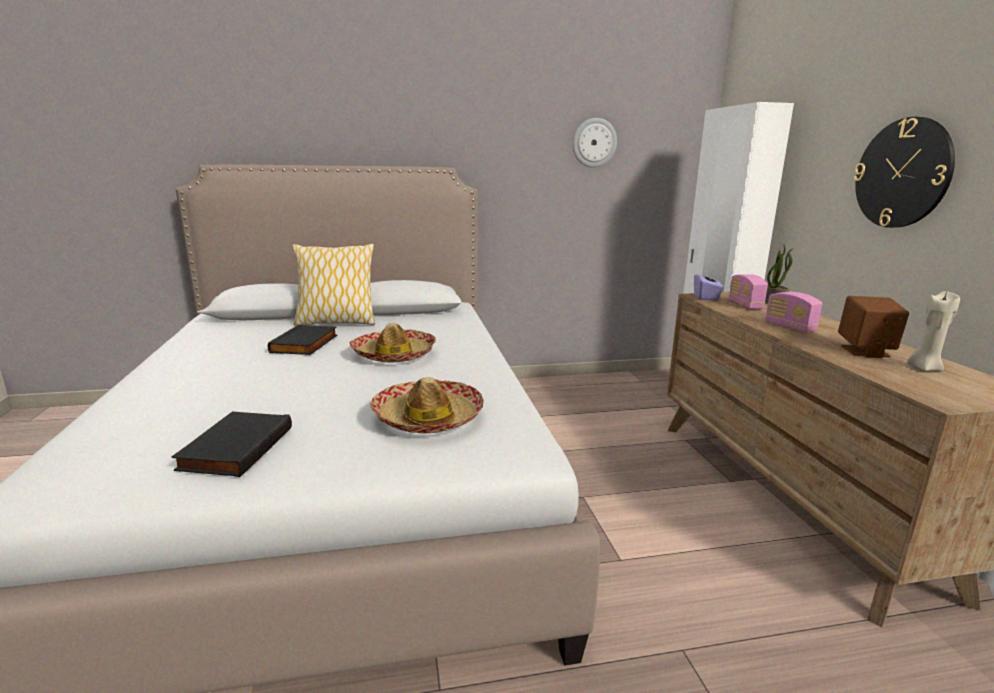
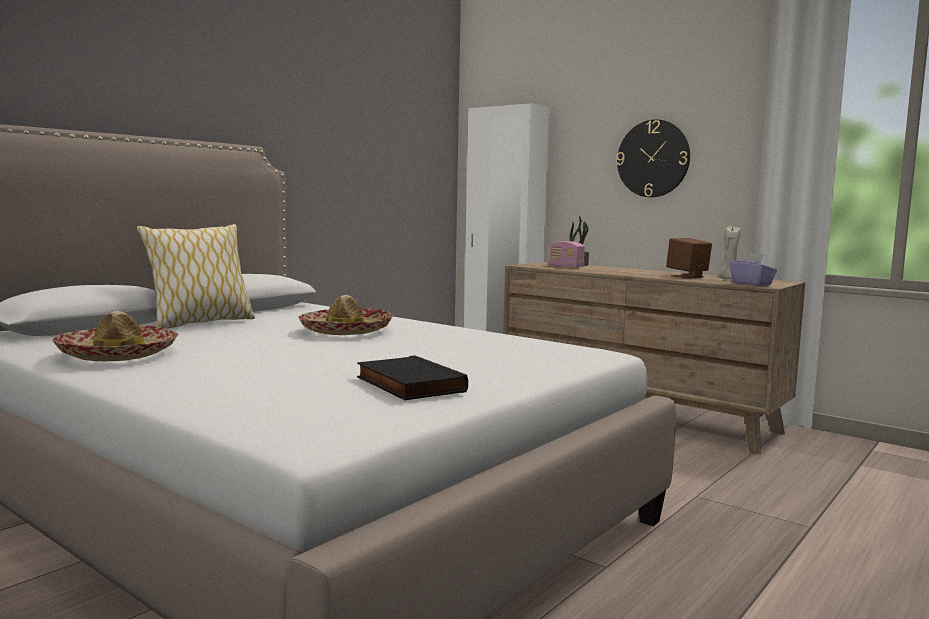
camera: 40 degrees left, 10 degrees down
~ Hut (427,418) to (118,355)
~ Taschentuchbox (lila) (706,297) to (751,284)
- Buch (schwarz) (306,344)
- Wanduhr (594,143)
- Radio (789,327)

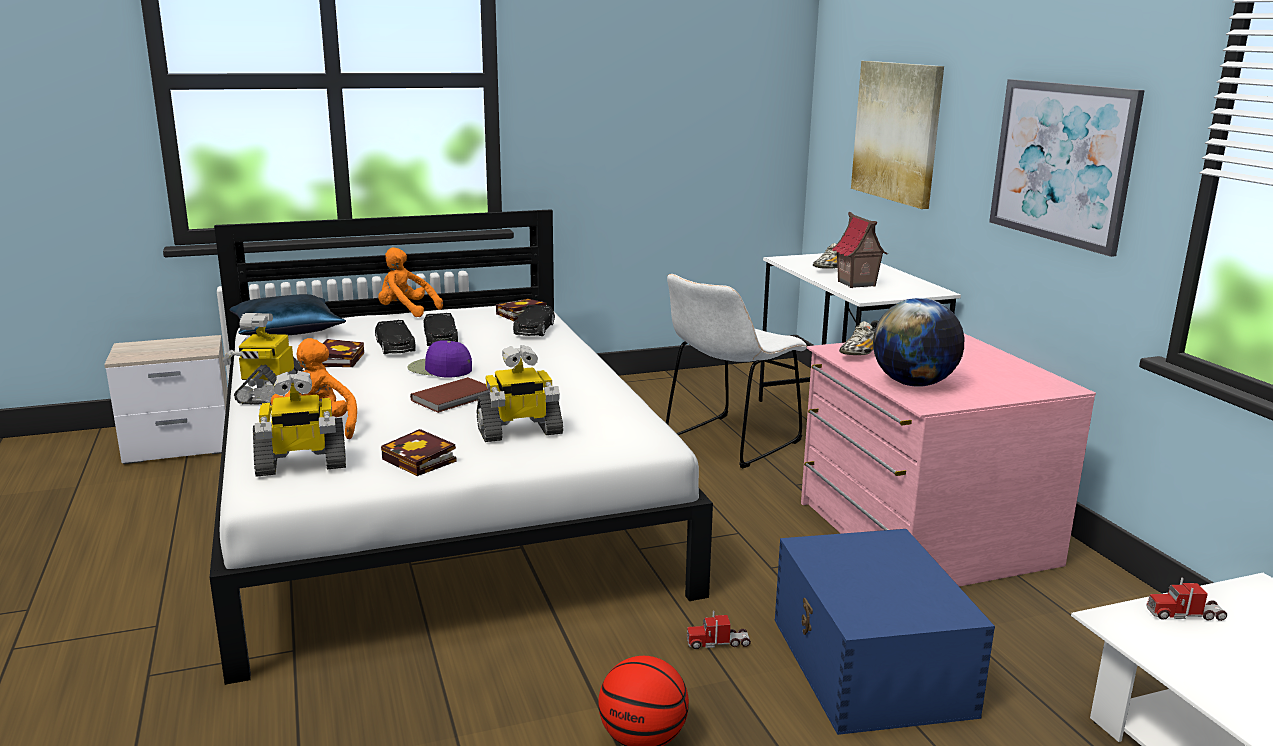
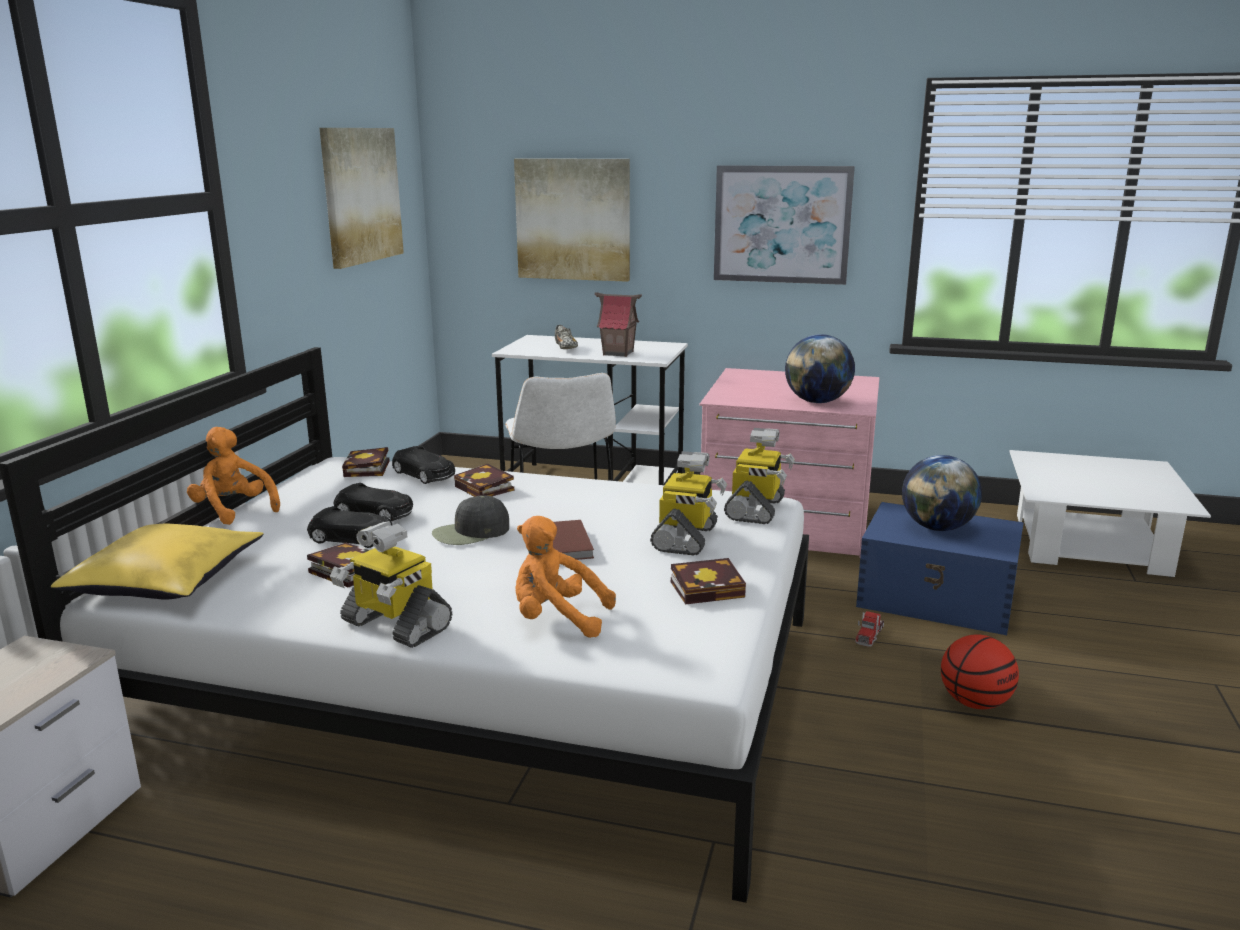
camera: 55 degrees left, 0 degrees up
~ Kissen (blau) (287,330) to Kissen (gelb) (166,580)
~ Plüschtier (orange) (406,311) = (233,510) 75 degrees clockwise
+ Bild (361,195)
~ Kappe (lila) (439,369) to Kappe (schwarz) (470,532)
+ Buch (486,489)
~ Spielzeugroboter (301,465) to (756,509)
+ Globus (937,528)
- Schuh (862,353)
- Spielzeuglaster (1185,614)

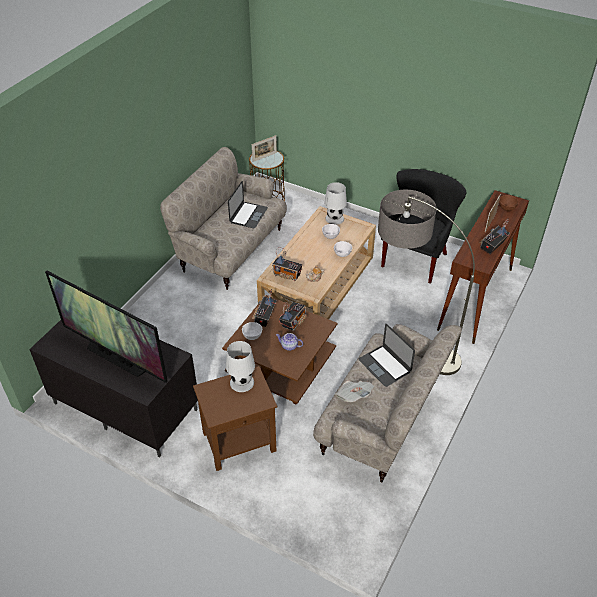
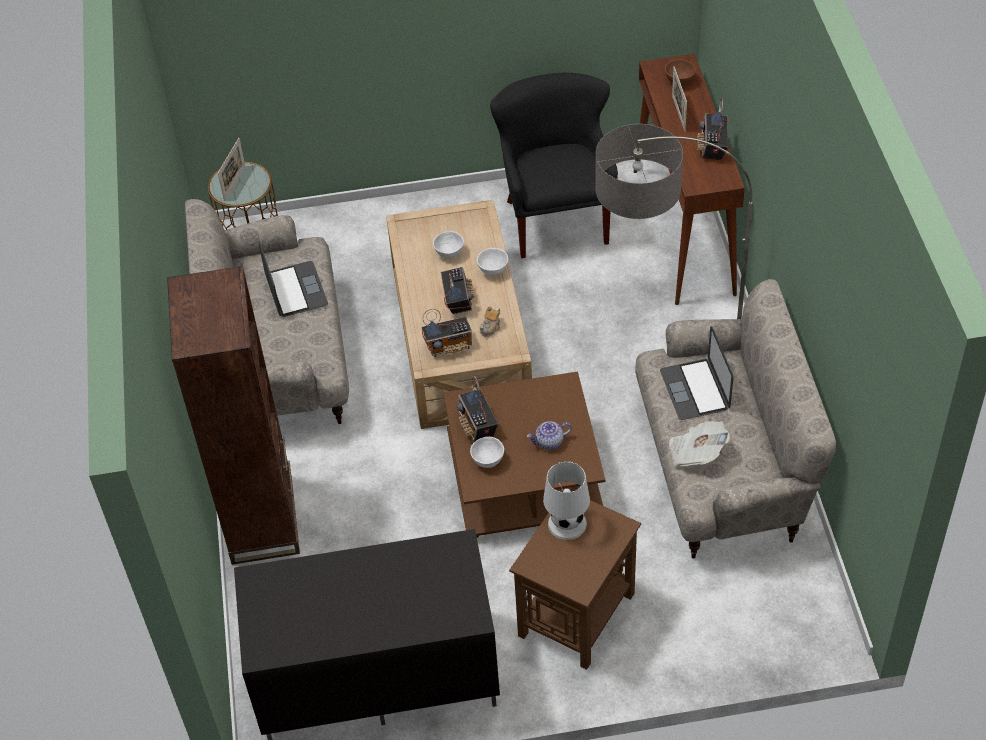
camera: 35 degrees left, 5 degrees up
+ Bücherregal (braun) (262,519)
~ Radio (293,322) to (458,300)
~ Laptop (384,365) = (695,389) 60 degrees clockwise
- Fernseher (116,358)
- Tischlampe (weiß) (335,218)

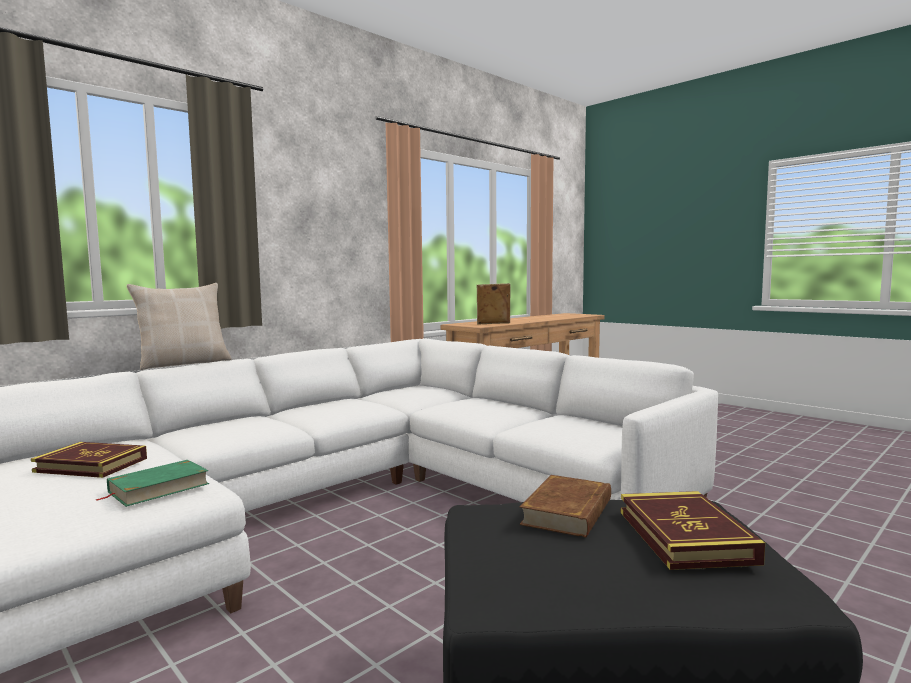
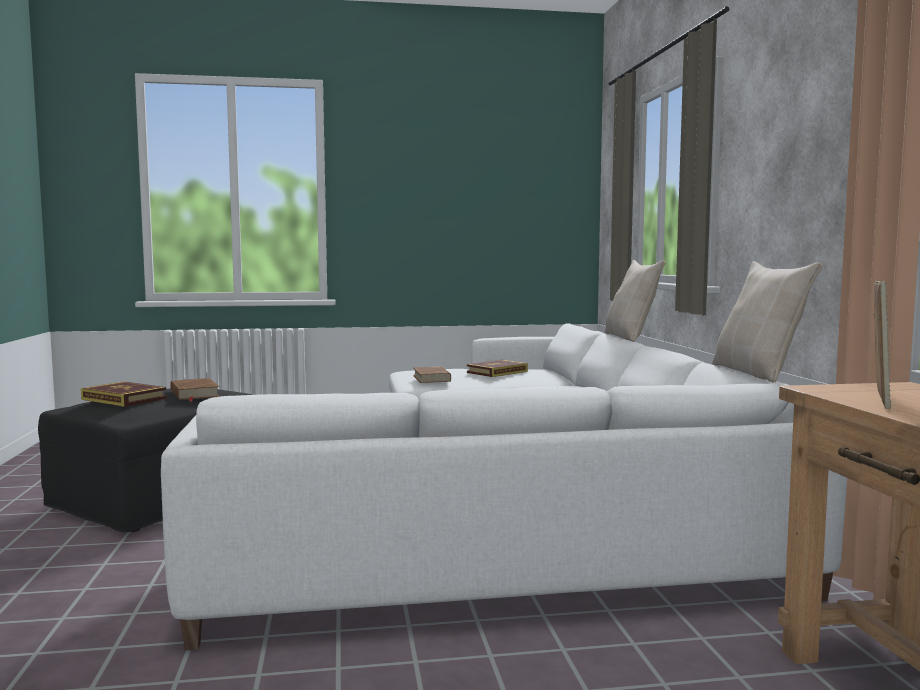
camera: 125 degrees right, 0 degrees up
~ Buch (grün) (158,488) to Buch (braun) (432,378)
+ Kissen (beige) (759,373)

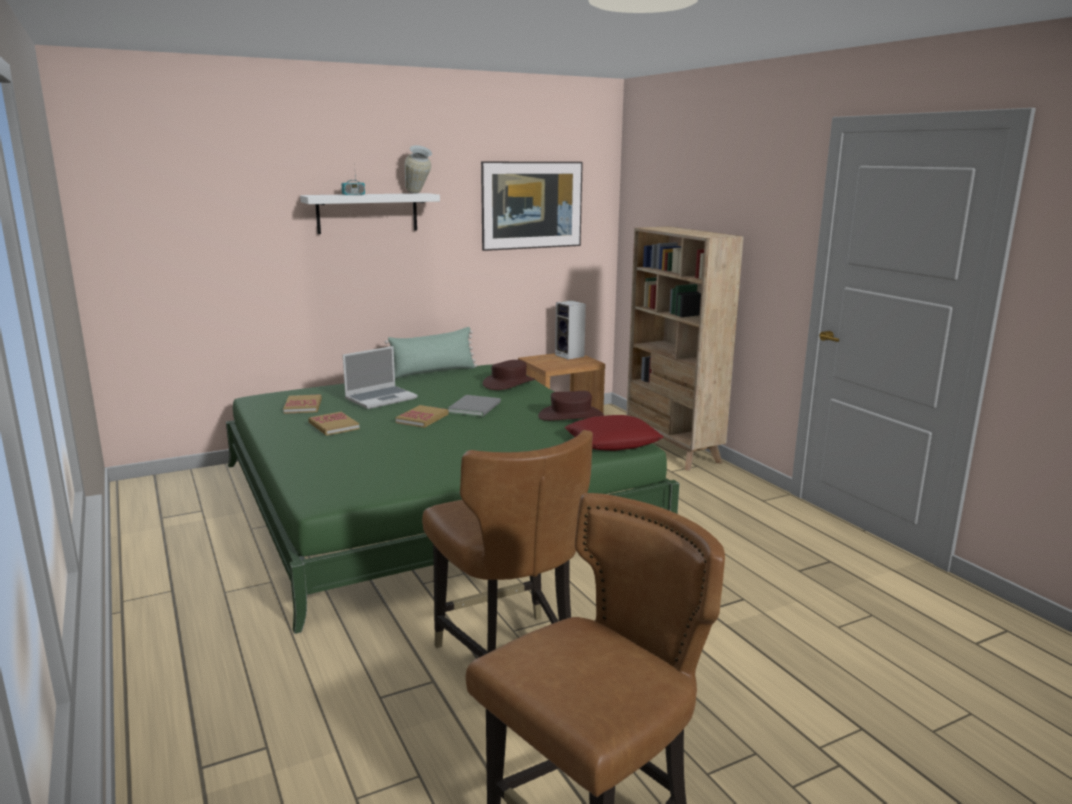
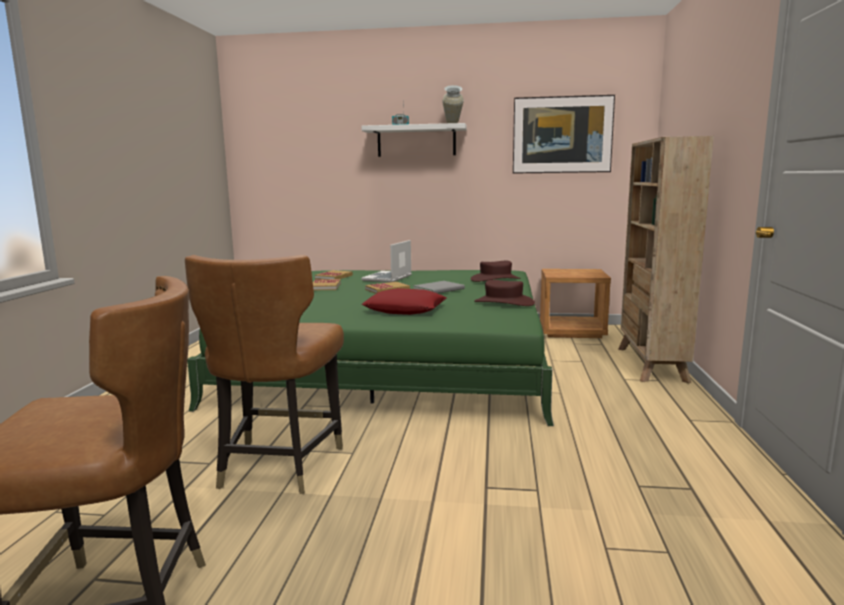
camera: 35 degrees right, 5 degrees down
~ Laptop (381,398) = (387,278) 120 degrees clockwise
~ Kissen (rot) (613,441) to (405,309)
- Kissen (grün) (433,372)
- Lautsprecher (570,356)

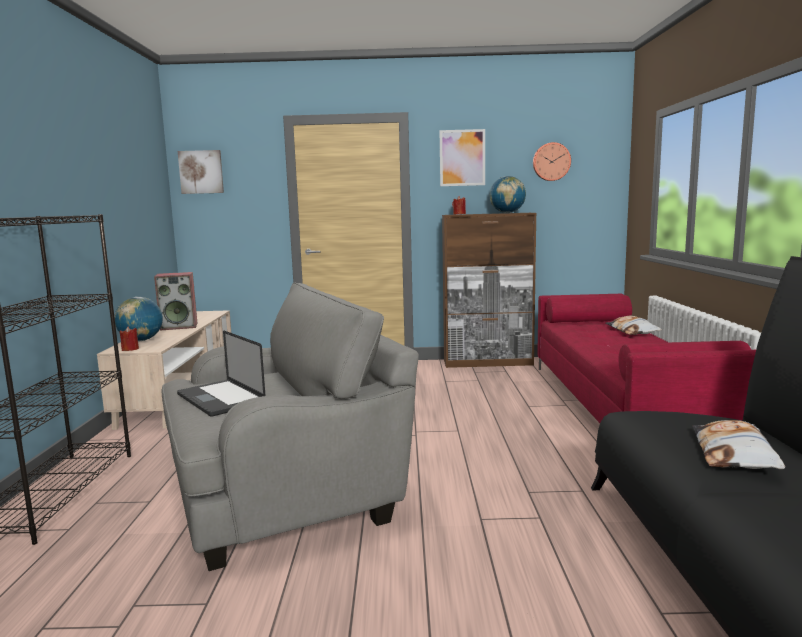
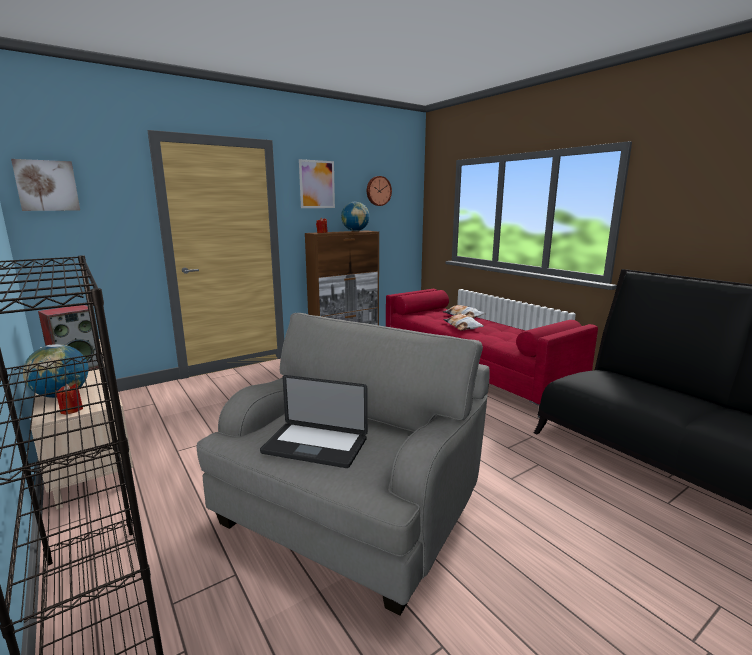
camera: 35 degrees left, 5 degrees up
~ Kissen (734,454) to (462,326)

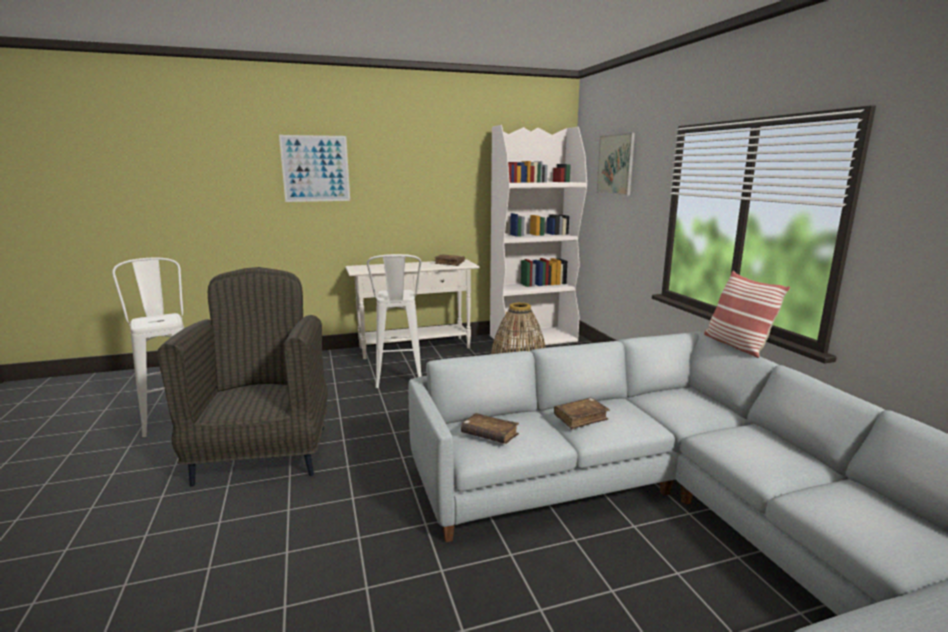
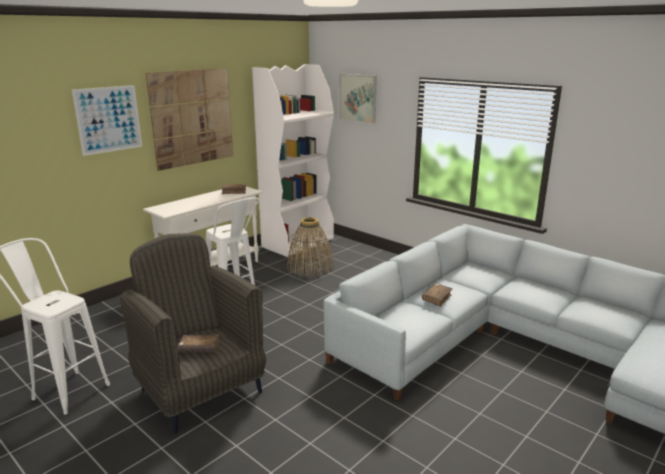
camera: 30 degrees left, 5 degrees up
+ Bild (192,117)
~ Buch (braun) (489,435) to (199,348)
- Kissen (736,345)

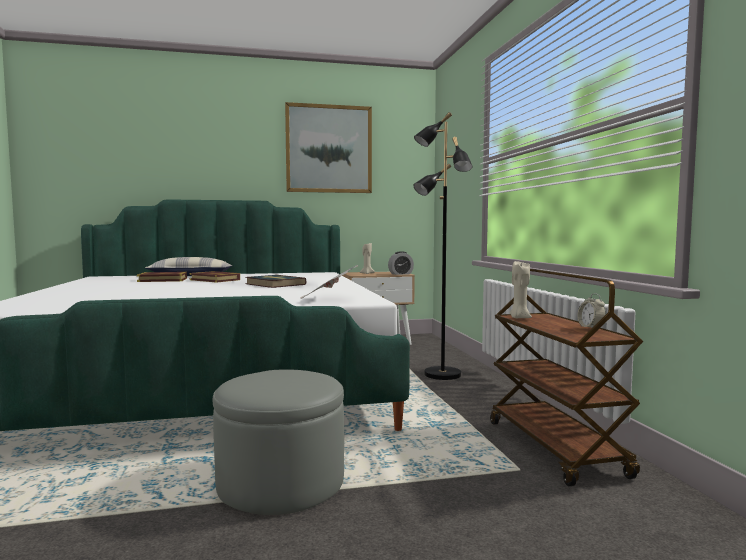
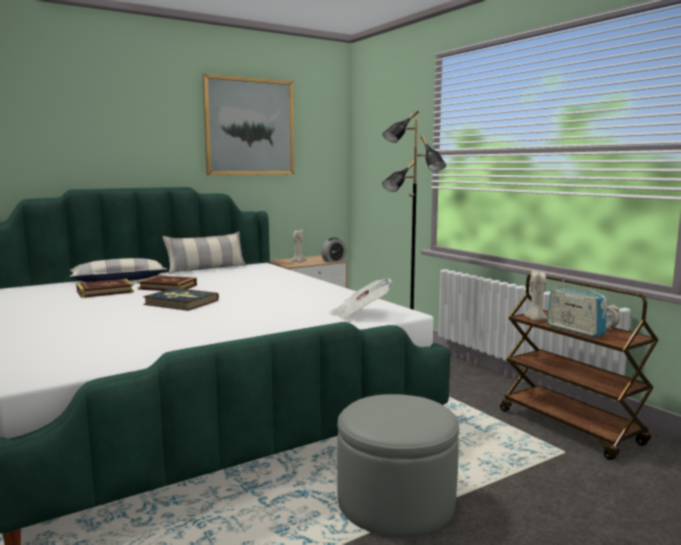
camera: 20 degrees left, 5 degrees up
~ Buch (275,284) to (181,302)
+ Kissen (206,269)
+ Radio (574,330)

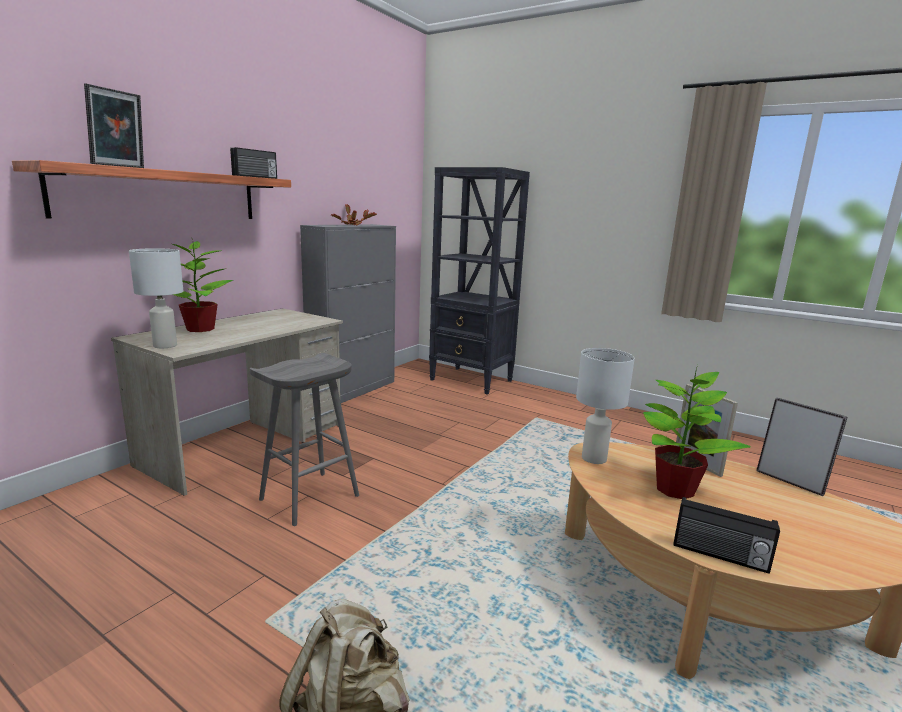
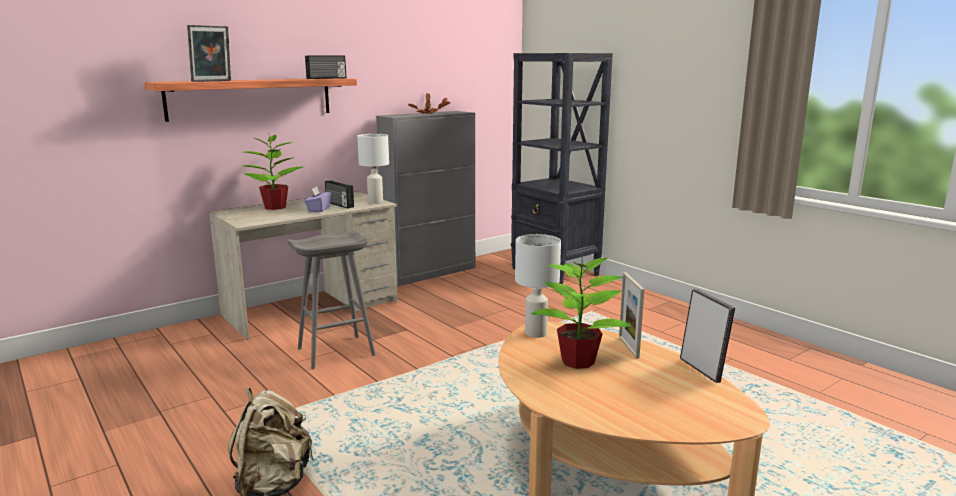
camera: 20 degrees right, 0 degrees up
+ Taschentuchbox (lila) (318,209)
~ Radio (719,555) to (339,205)
~ Tischlampe (weiß) (164,345) to (375,202)

